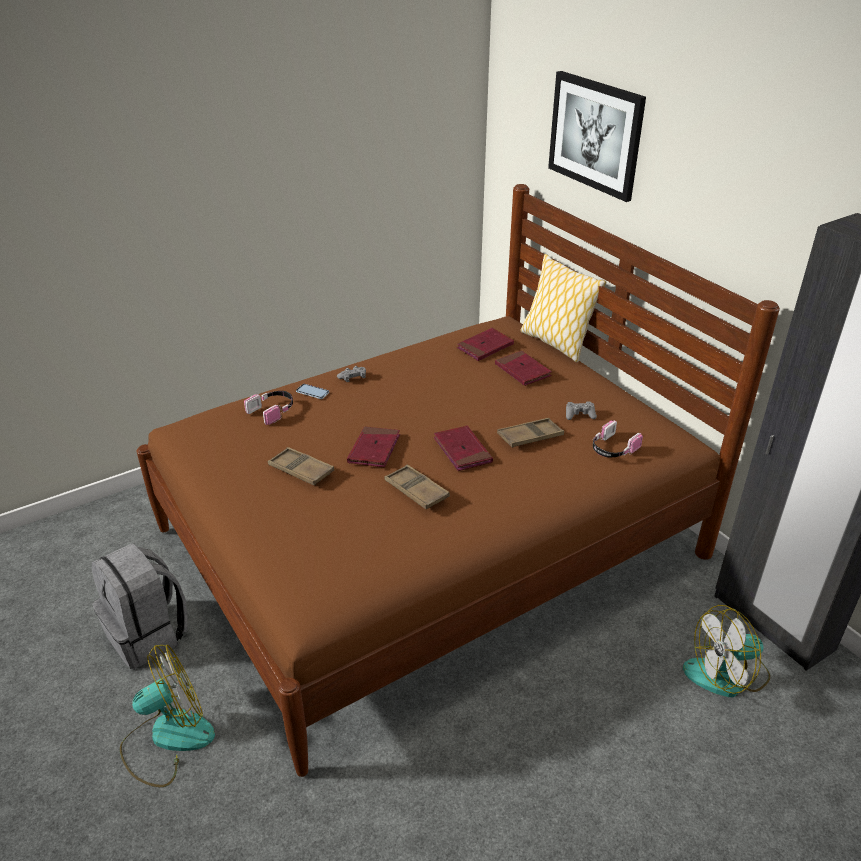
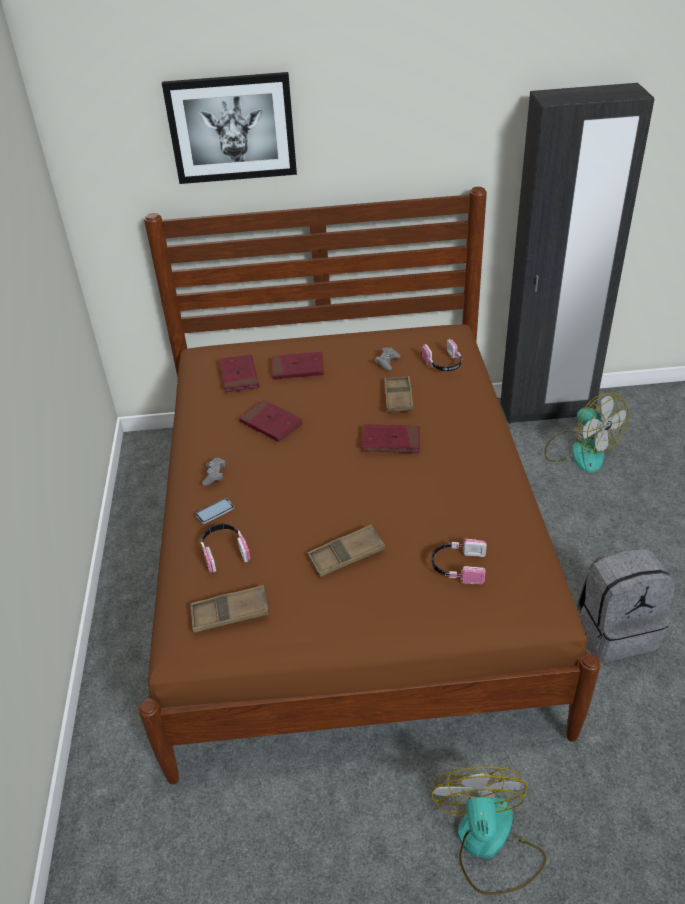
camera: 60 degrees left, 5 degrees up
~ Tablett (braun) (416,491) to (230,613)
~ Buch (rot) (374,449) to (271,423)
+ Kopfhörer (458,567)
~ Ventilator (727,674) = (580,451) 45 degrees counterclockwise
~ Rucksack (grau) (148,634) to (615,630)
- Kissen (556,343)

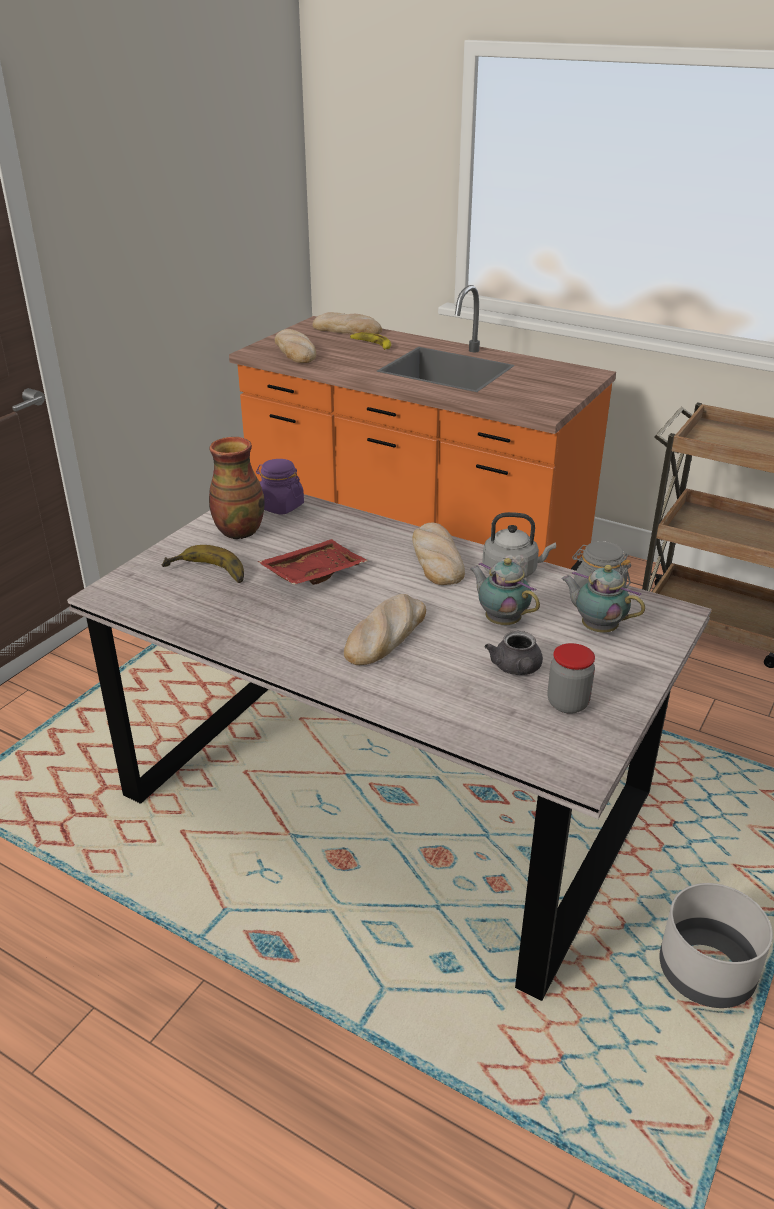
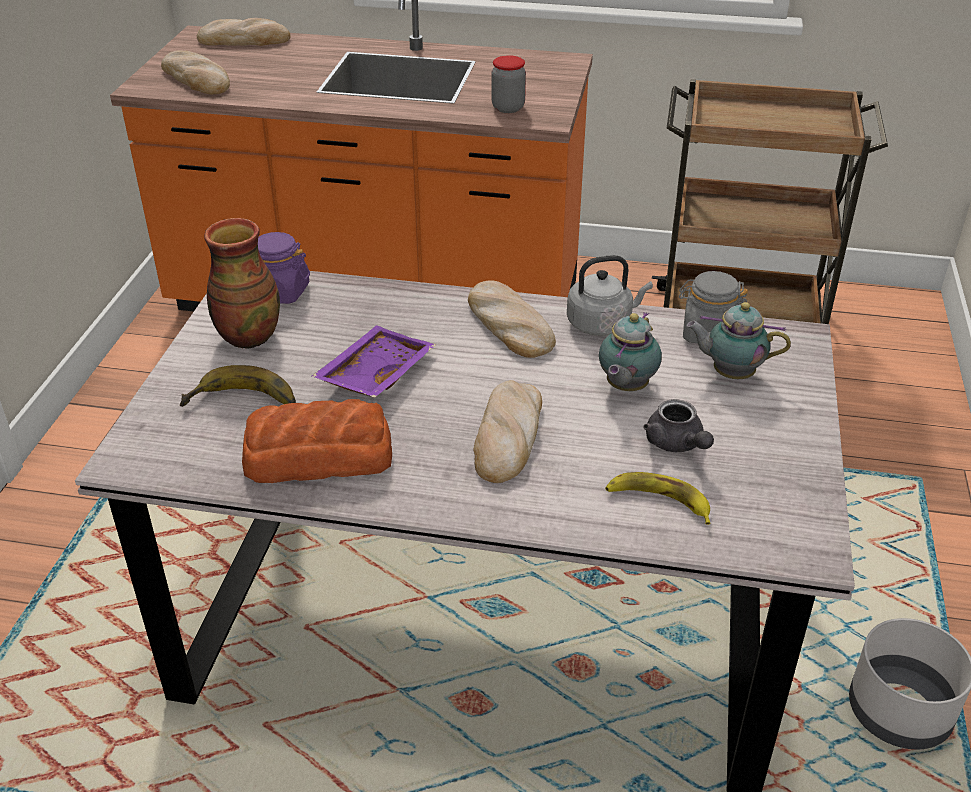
camera: 20 degrees left, 5 degrees up
+ Brot (317,456)
~ Tablett (rot) (312,573) to Tablett (lila) (374,374)
~ Vorratsglas (567,703) to (508,108)
~ Teekanne (501,620) = (625,388) 90 degrees counterclockwise
~ Banane (372,344) to (658,501)

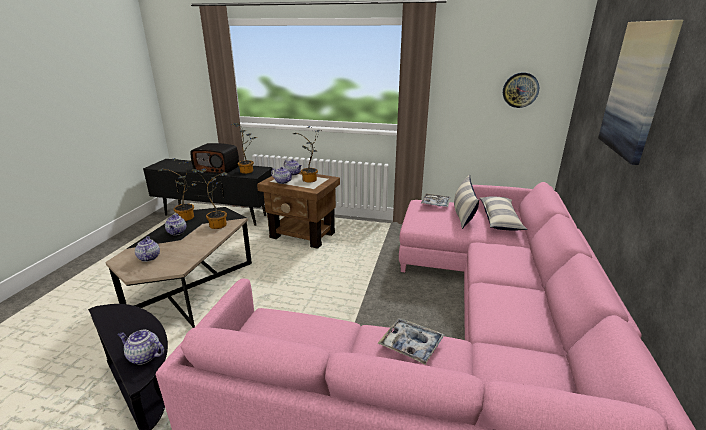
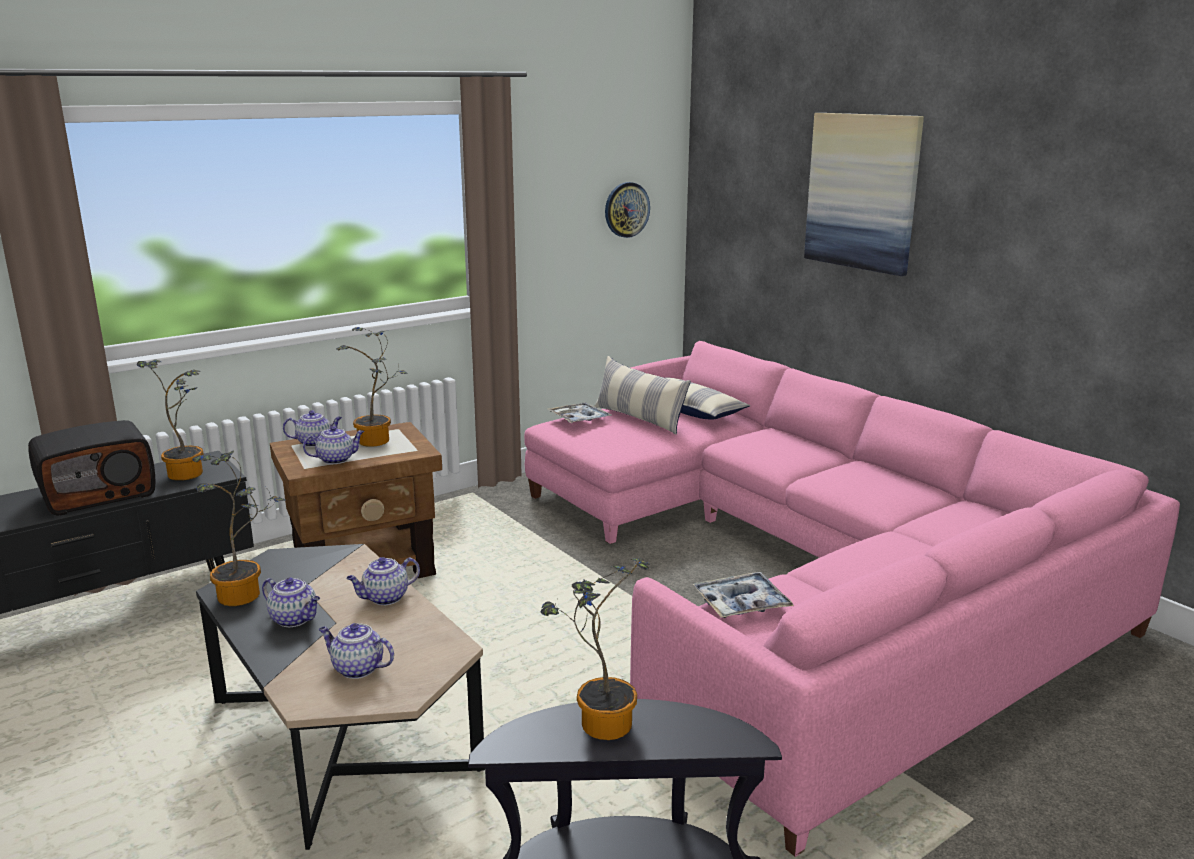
camera: 50 degrees left, 5 degrees down
~ Teekanne (143,356) to (385,598)
~ Topfpflanze (218,224) to (599,722)
~ Tablett (411,345) to (741,604)

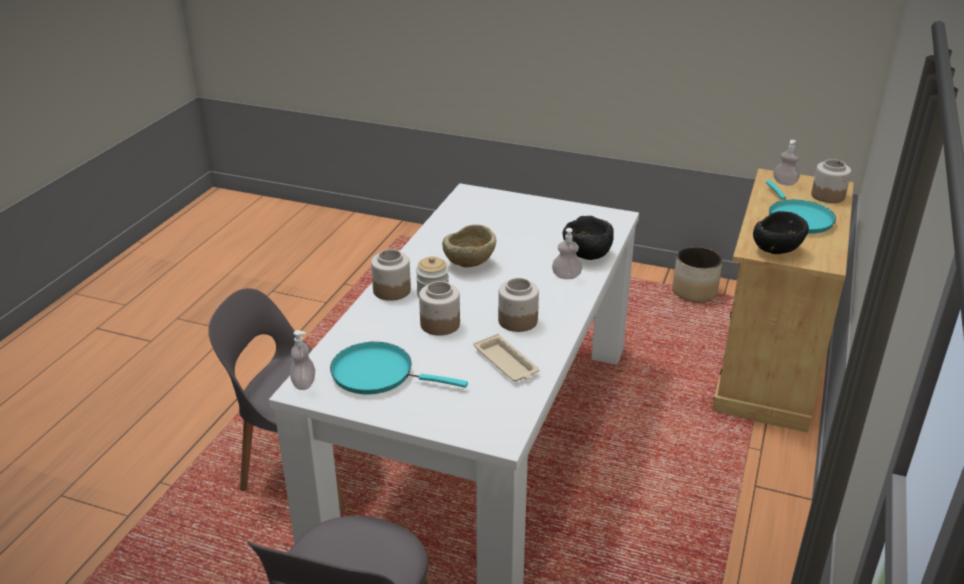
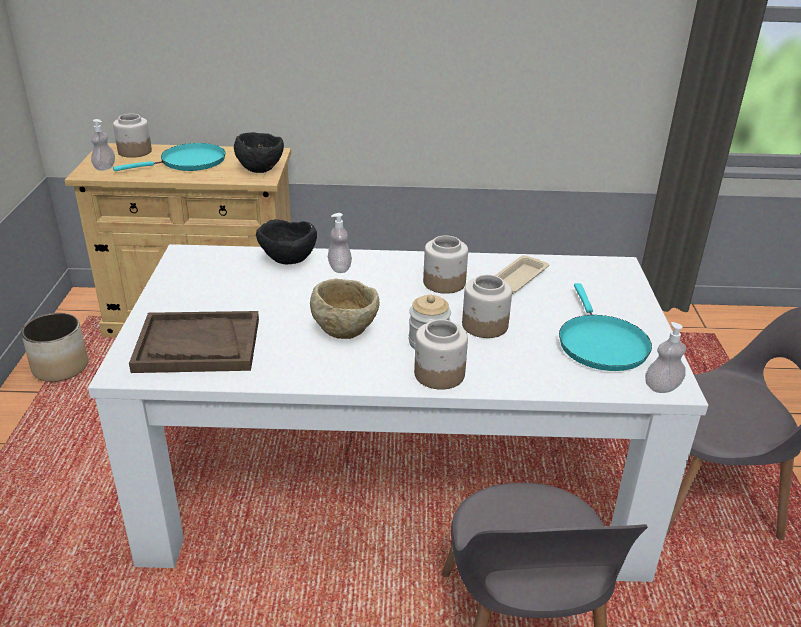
camera: 110 degrees left, 0 degrees up
+ Tablett (braun) (197,345)

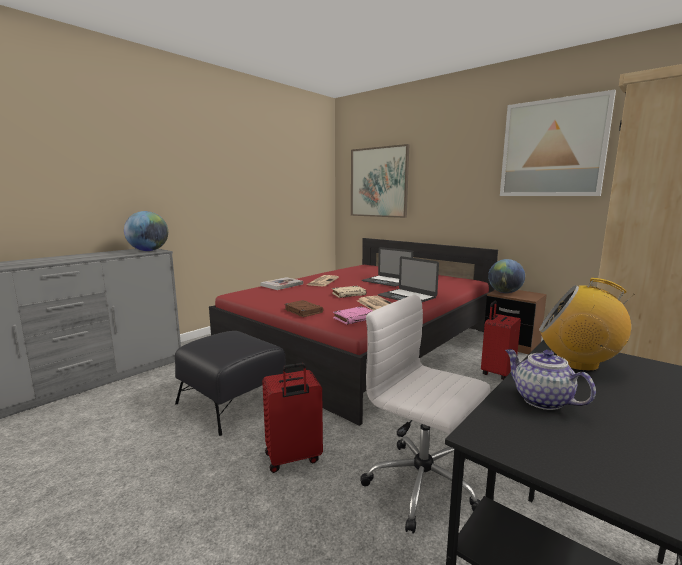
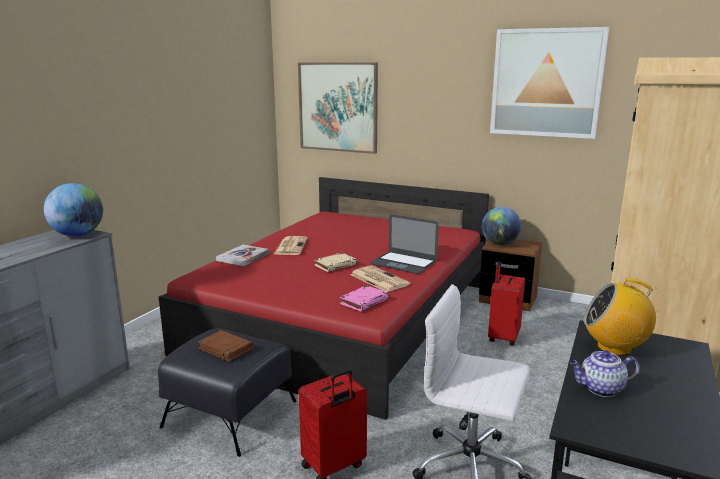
camera: 15 degrees left, 5 degrees up
~ Buch (braun) (303,311) to (225,348)
~ Teekanne (540,400) = (600,389) 45 degrees counterclockwise
- Laptop (386,281)

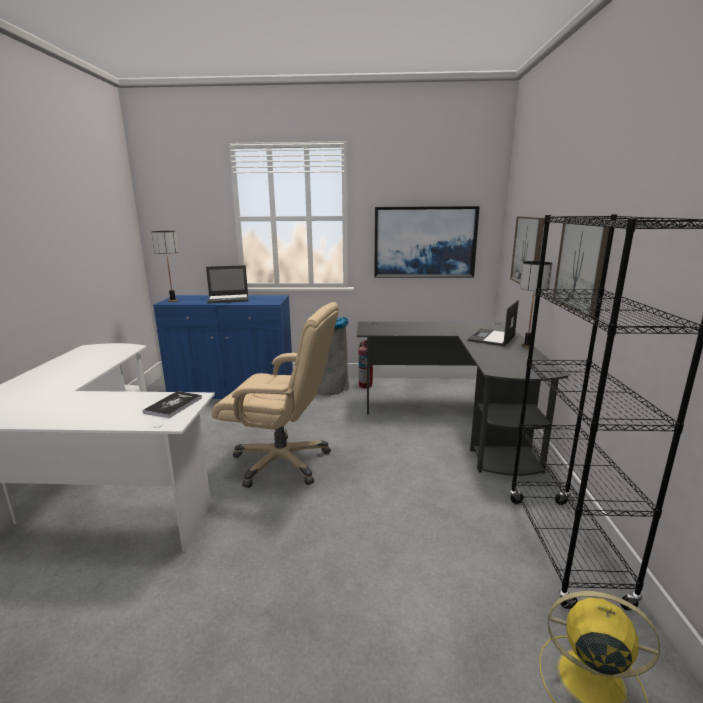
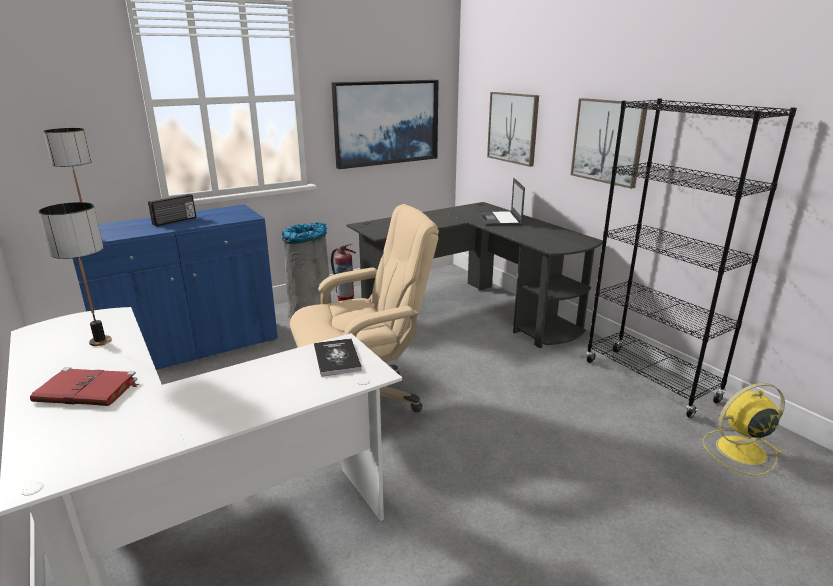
camera: 35 degrees left, 5 degrees up
+ Buch (rot) (88,390)
~ Tischlampe (527,346) to (100,341)
~ Laptop (229,299) to Radio (175,221)

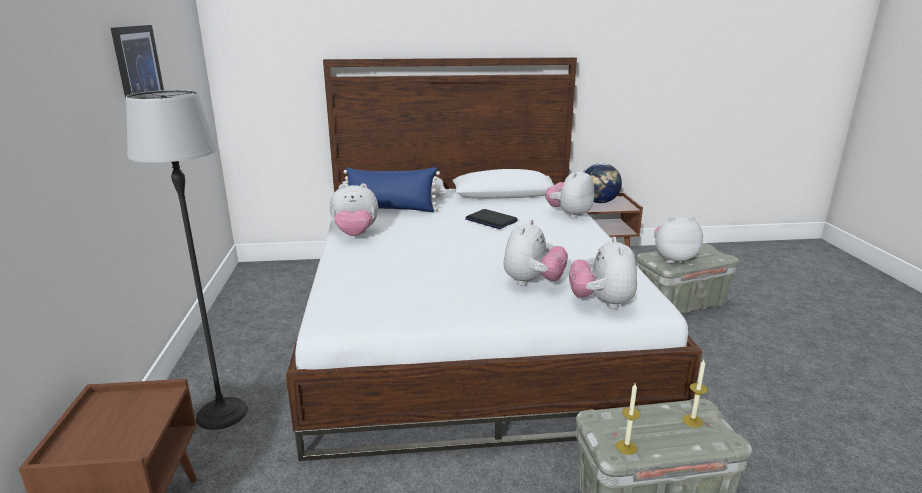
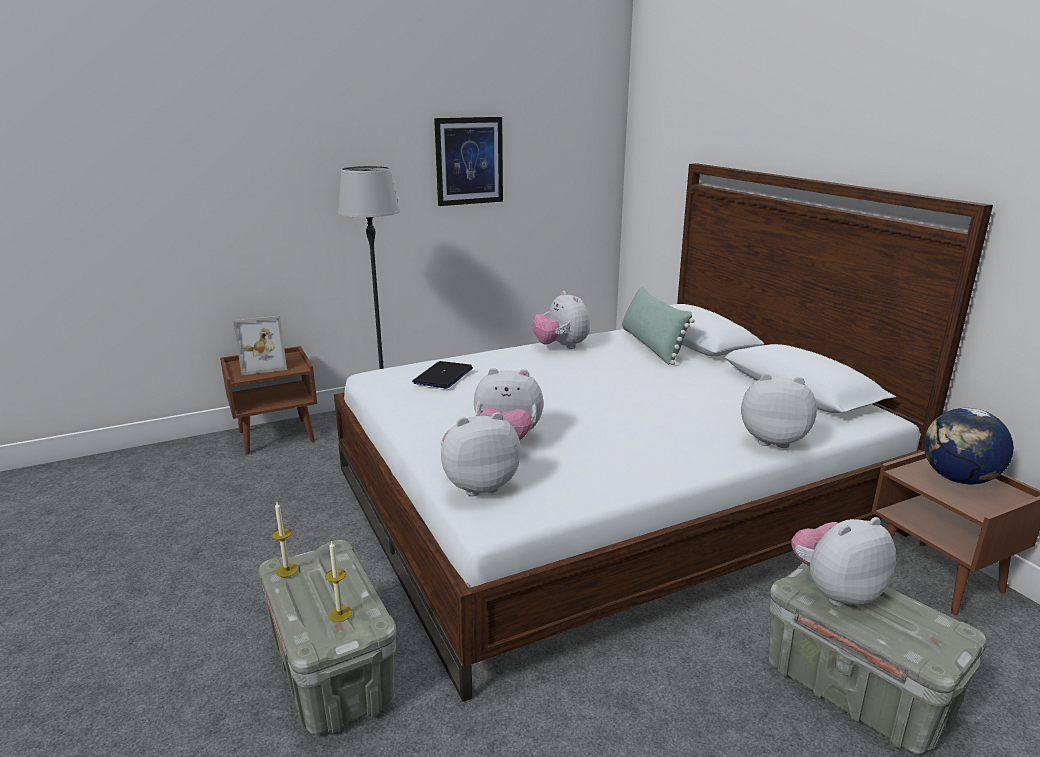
camera: 70 degrees right, 0 degrees up
+ Bilderrahmen (263,365)
~ Laptop (491,220) to (443,376)
~ Kissen (blau) (390,209) to Kissen (grün) (651,346)
~ Plüschtier (673,259) = (835,591) 90 degrees counterclockwise

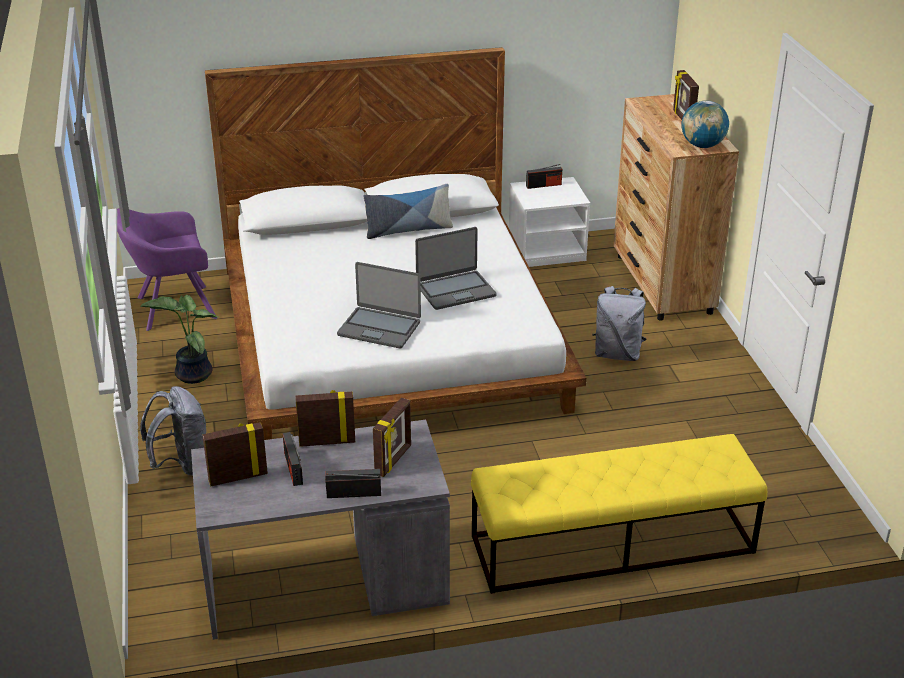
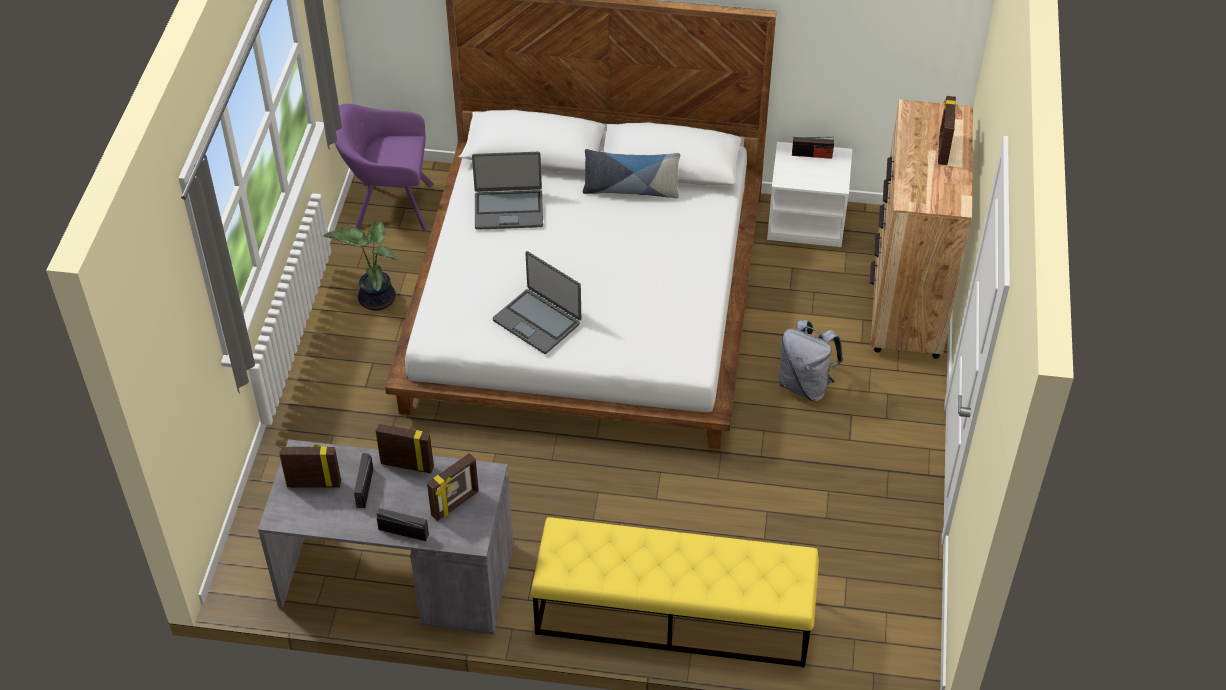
camera: 20 degrees right, 15 degrees up
~ Laptop (455,290) to (508,210)
- Rucksack (grau) (182,464)
- Globus (702,146)

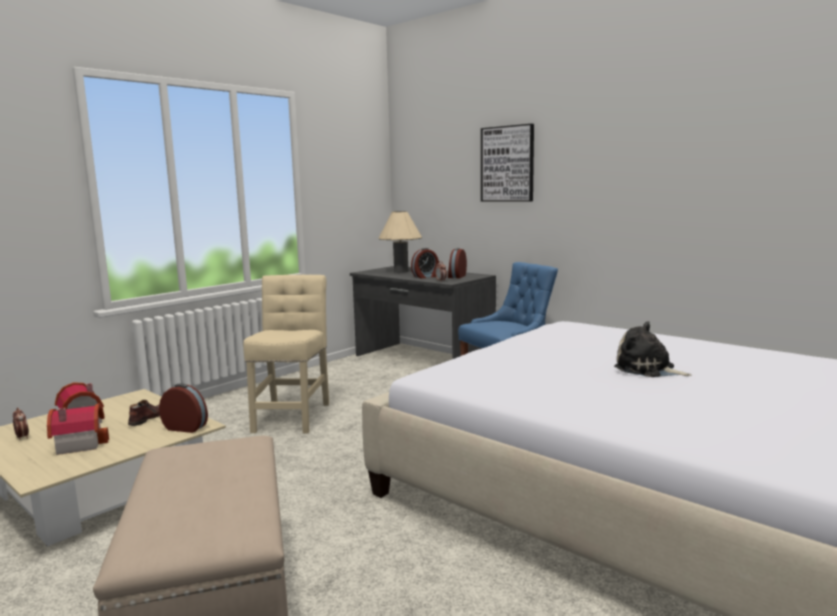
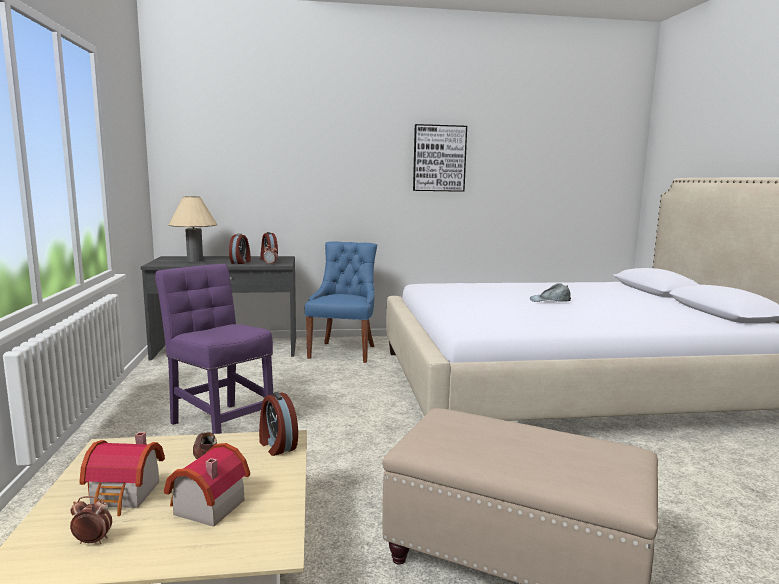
camera: 50 degrees left, 0 degrees up
~ Stuhl (beige) (292,415) to Stuhl (lila) (220,425)
~ Wecker (186,427) = (276,445) 90 degrees counterclockwise
~ Bild (507,164) to (439,158)
~ Plüschtier (647,369) to Kappe (grau) (550,300)

